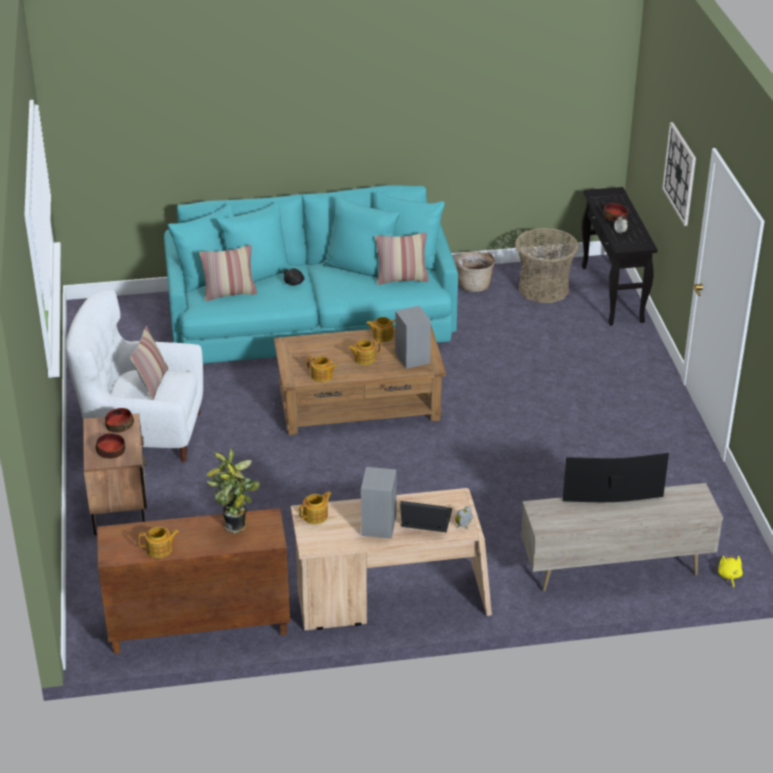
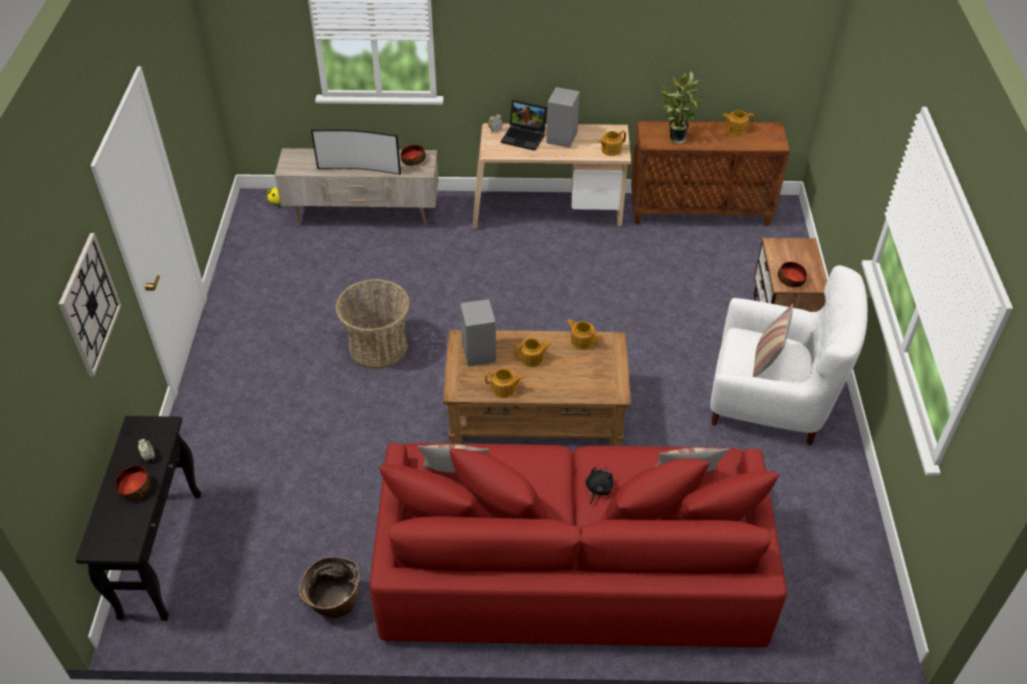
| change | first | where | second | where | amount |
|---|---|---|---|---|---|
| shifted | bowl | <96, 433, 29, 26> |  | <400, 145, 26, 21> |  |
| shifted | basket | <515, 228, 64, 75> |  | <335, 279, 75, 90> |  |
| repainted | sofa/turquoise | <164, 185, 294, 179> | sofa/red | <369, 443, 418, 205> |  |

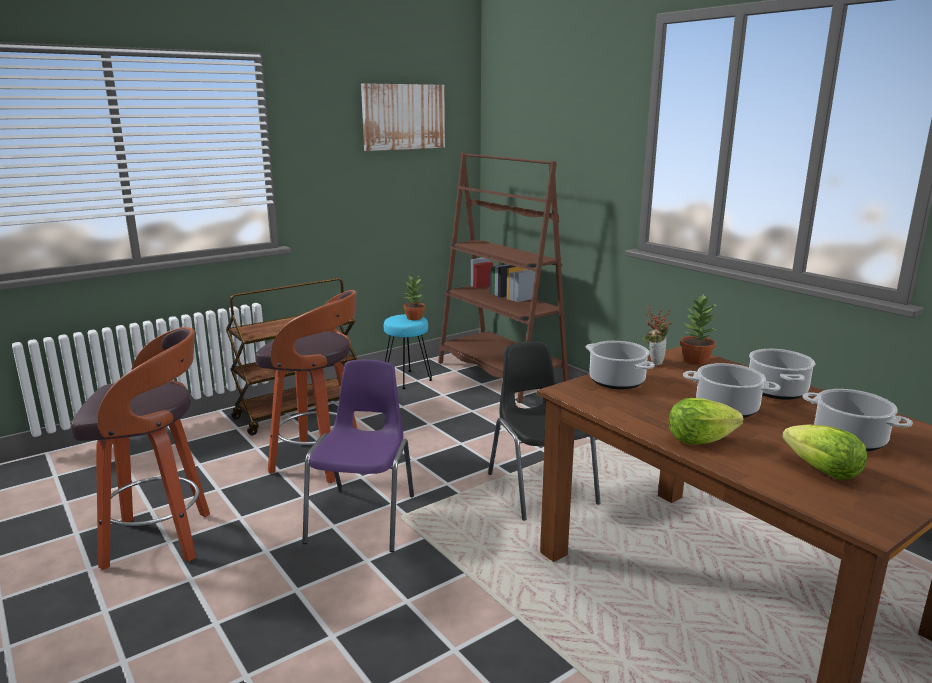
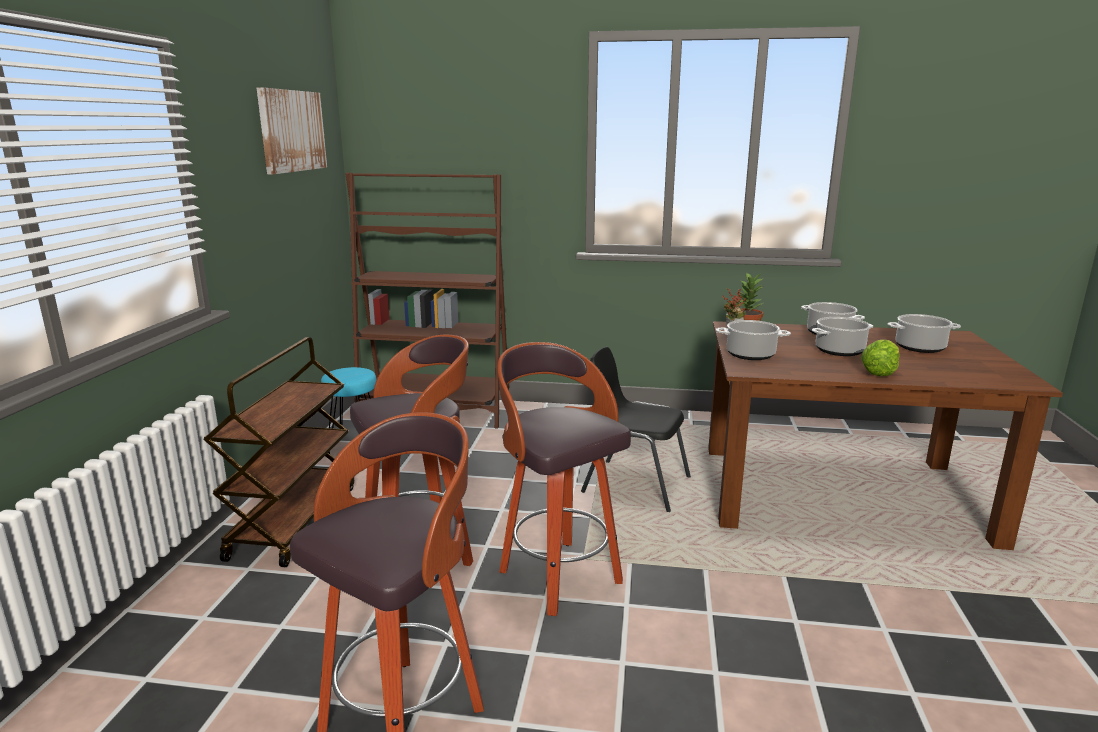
| change | first | where | second | where | amount |
|---|---|---|---|---|---|
| gone | potted plant | <403, 276, 22, 44> |  |  |  |
| gone | lettuce | <782, 424, 85, 56> |  |  |  |
| swapped | chair/purple | <303, 360, 111, 192> | stool | <498, 342, 133, 274> |  |

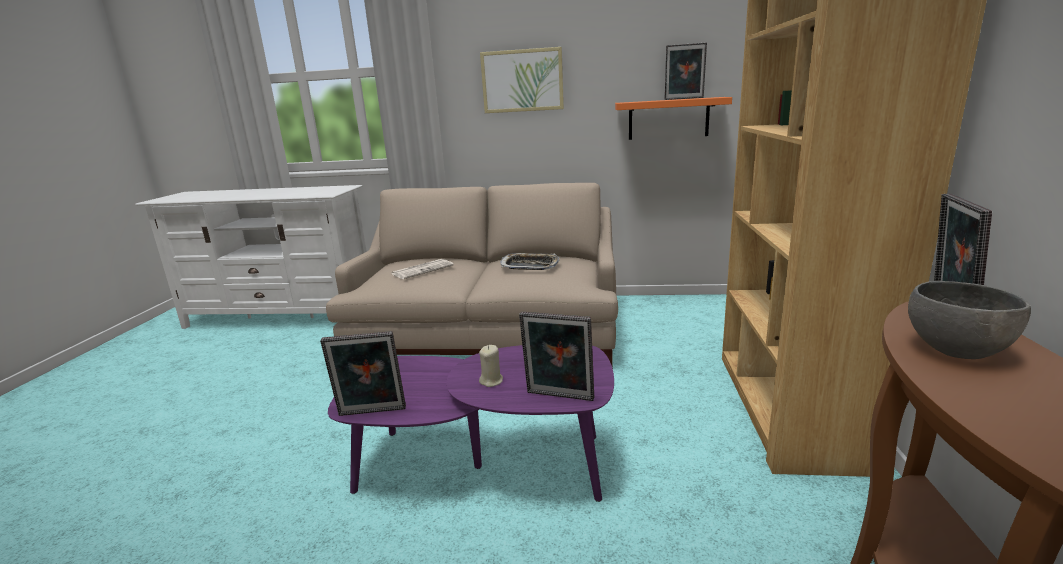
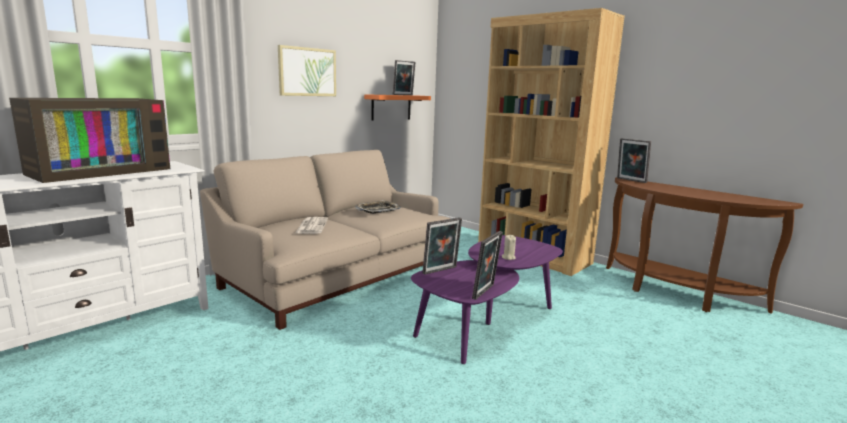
| change | first | where | second | where | amount |
|---|---|---|---|---|---|
| gone | bowl/grey | <908, 281, 123, 78> |  |  |  |
| new |  |  | television | <9, 98, 161, 85> |  |
| shifted | picture frame | <519, 312, 75, 89> |  | <422, 217, 40, 58> |  |

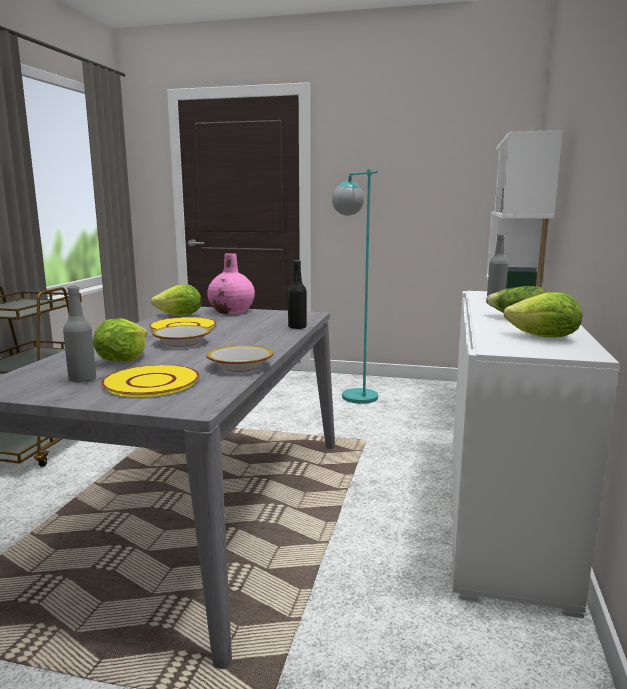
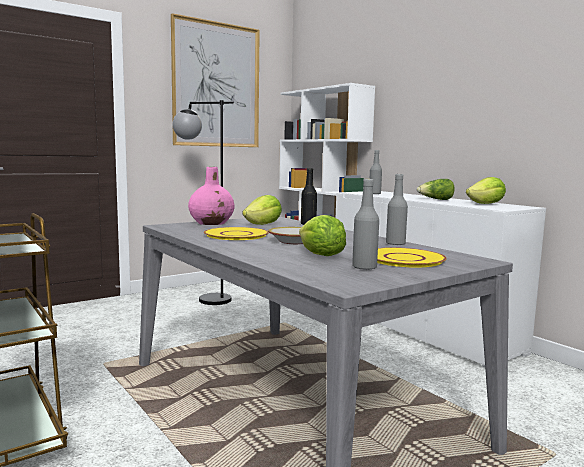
| change | first | where | second | where | amount |
|---|---|---|---|---|---|
| new |  |  | picture | <171, 13, 89, 134> |  |
| shifted | lettuce | <151, 284, 51, 31> |  | <243, 195, 39, 30> |  |
| swapped | bowl | <206, 345, 68, 27> | bottle/grey | <386, 174, 22, 71> |  |
| repainted | floor lamp/turquoise | <332, 170, 46, 234> | floor lamp/black | <173, 100, 61, 205> |  |

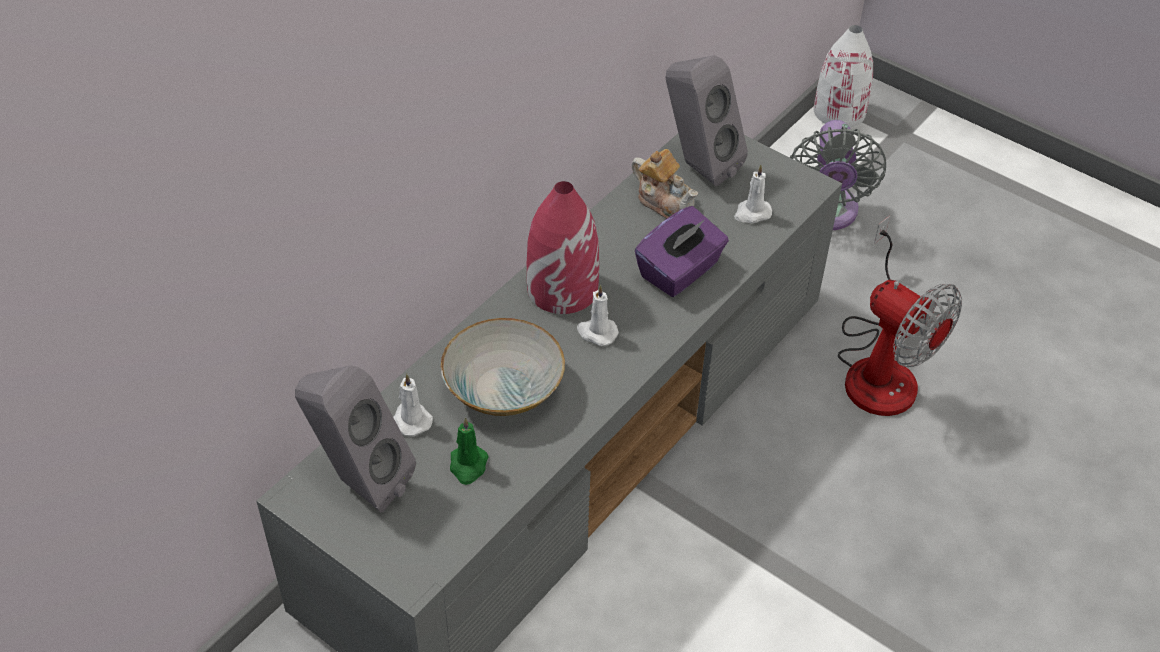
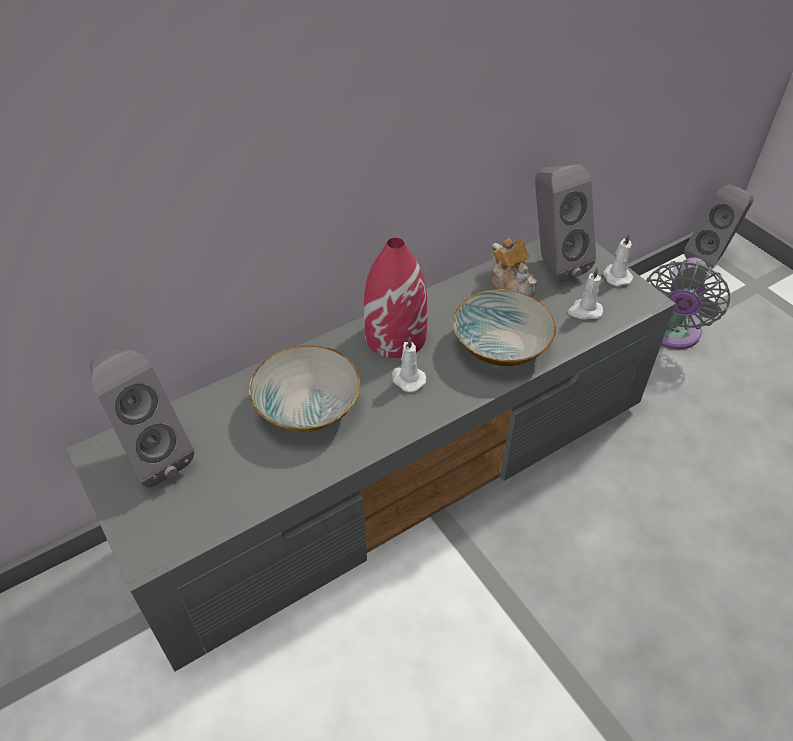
| change | first | where | second | where | amount |
|---|---|---|---|---|---|
| gone | candle/green | <450, 417, 39, 68> |  |  |  |
| gone | fan | <838, 216, 124, 200> |  |  |  |
| shifted | candle/white | <393, 374, 40, 62> |  | <603, 234, 30, 52> |  |
| swapped | tissue box/purple | <635, 206, 94, 91> | bowl | <453, 289, 104, 77> |  |
| swapped | vase/white | <814, 25, 59, 102> | speaker/grey | <684, 184, 70, 85> |  |

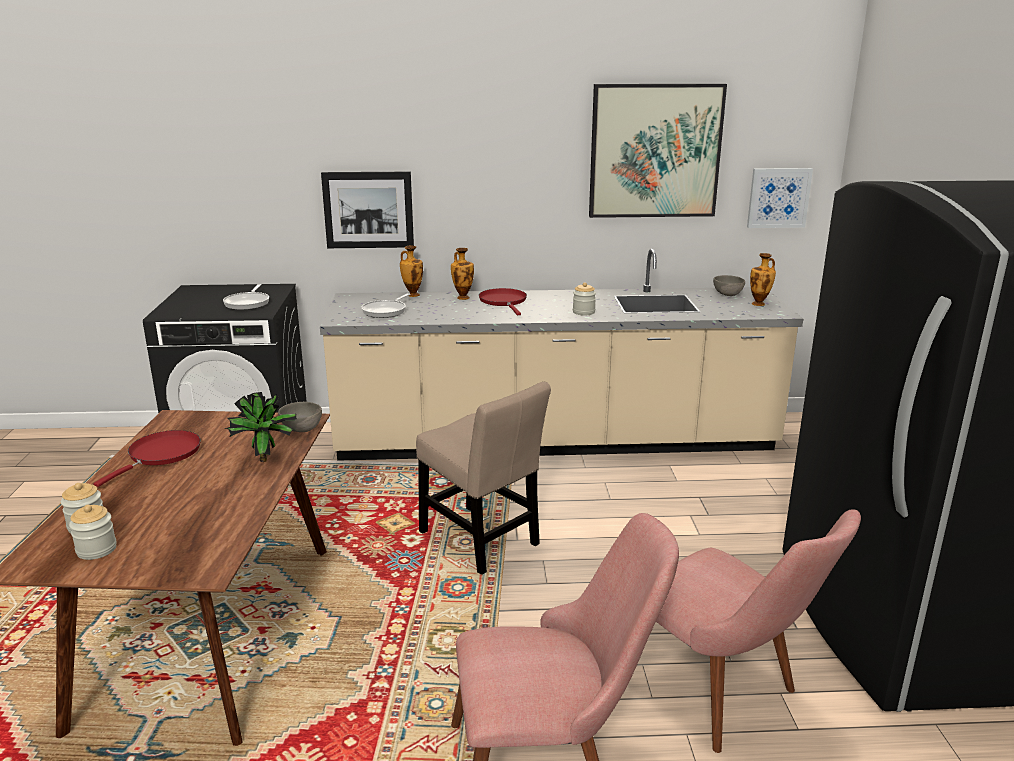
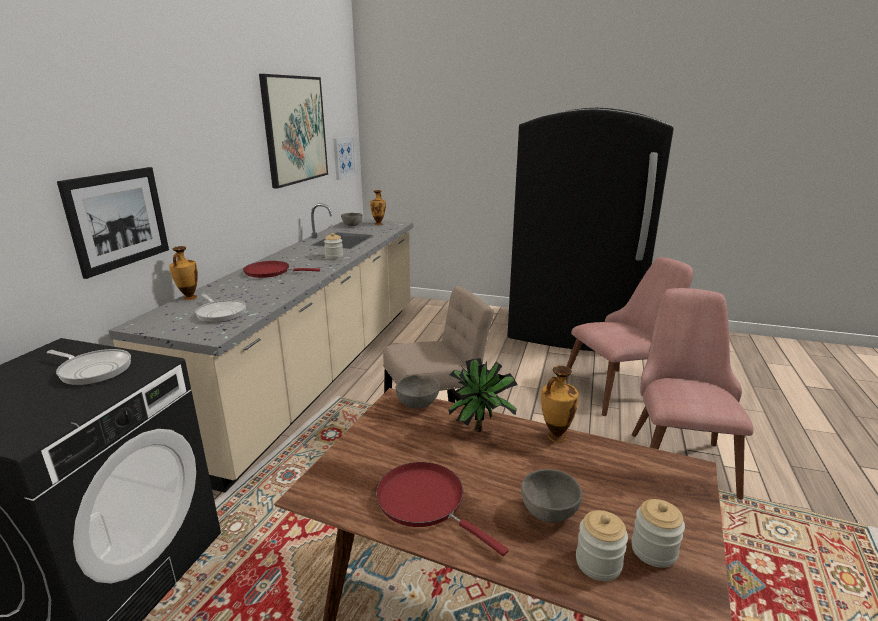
| change | first | where | second | where | amount |
|---|---|---|---|---|---|
| new |  |  | bowl/grey | <521, 469, 61, 54> |  |
| shifted | vase | <451, 248, 23, 52> |  | <541, 365, 38, 78> |  |

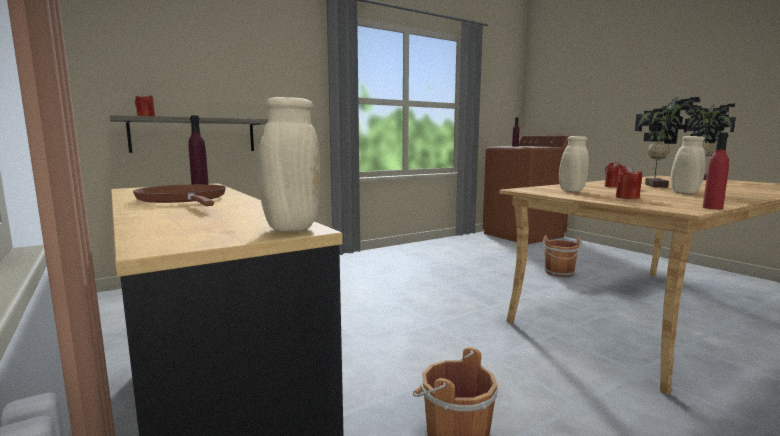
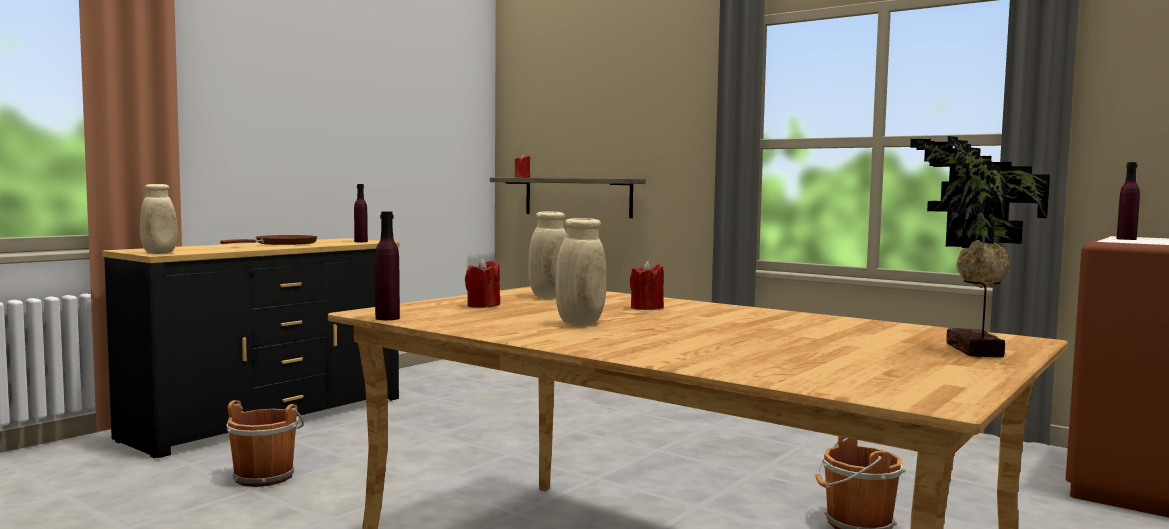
| change | first | where | second | where | amount |
|---|---|---|---|---|---|
| gone | potted plant | <635, 97, 66, 91> |  |  |  |
| repainted | bottle/red | <703, 132, 26, 77> | bottle/purple | <375, 211, 25, 109> |  |

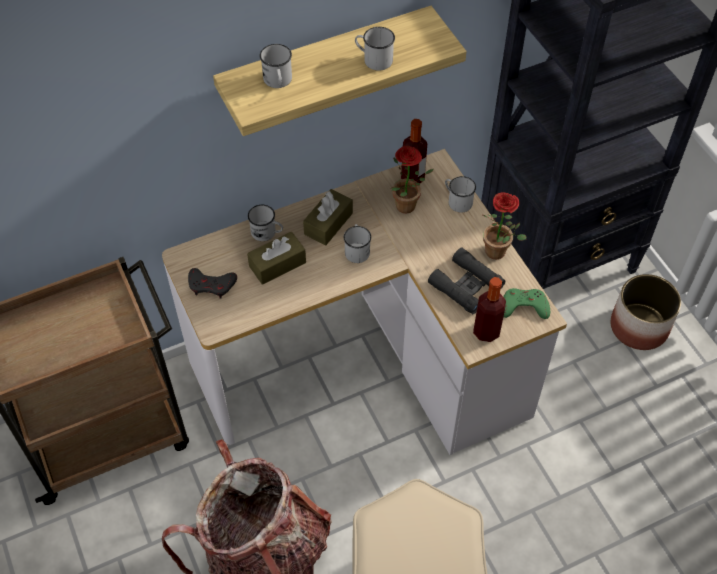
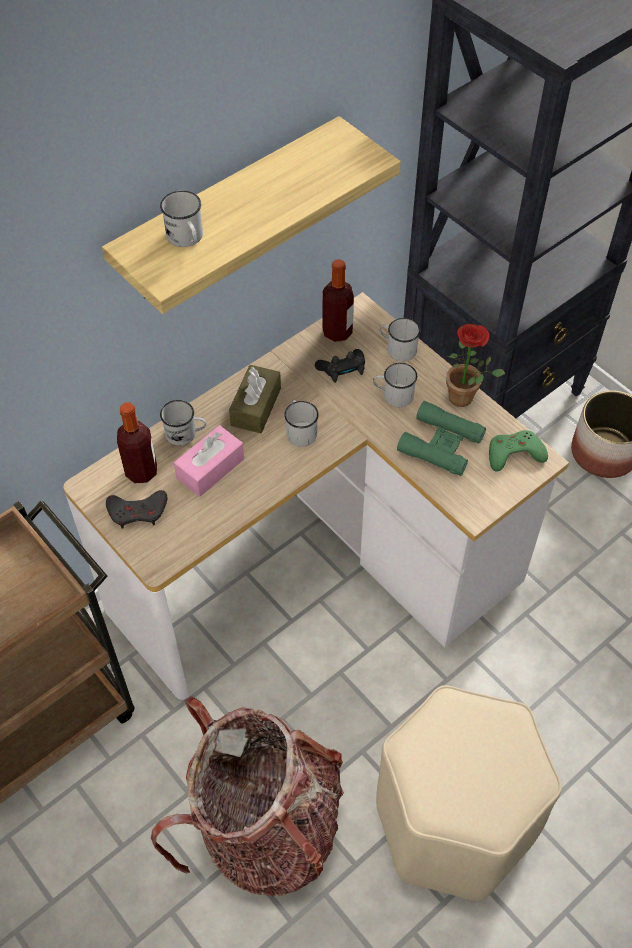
| change | first | where | second | where | amount |
|---|---|---|---|---|---|
| shifted | mug/white | <355, 27, 40, 44> |  | <373, 363, 44, 44> |  |
| shifted | bottle | <473, 277, 33, 65> |  | <117, 402, 40, 81> |  |
| swapped | potted plant | <391, 145, 43, 68> | game controller/black | <315, 349, 50, 34> |  |
| repainted | tissue box/brown | <247, 232, 59, 53> | tissue box/pink | <174, 425, 70, 72> |  |
| repainted | binoculars/black | <428, 248, 77, 66> | binoculars/green | <397, 401, 89, 75> |  |

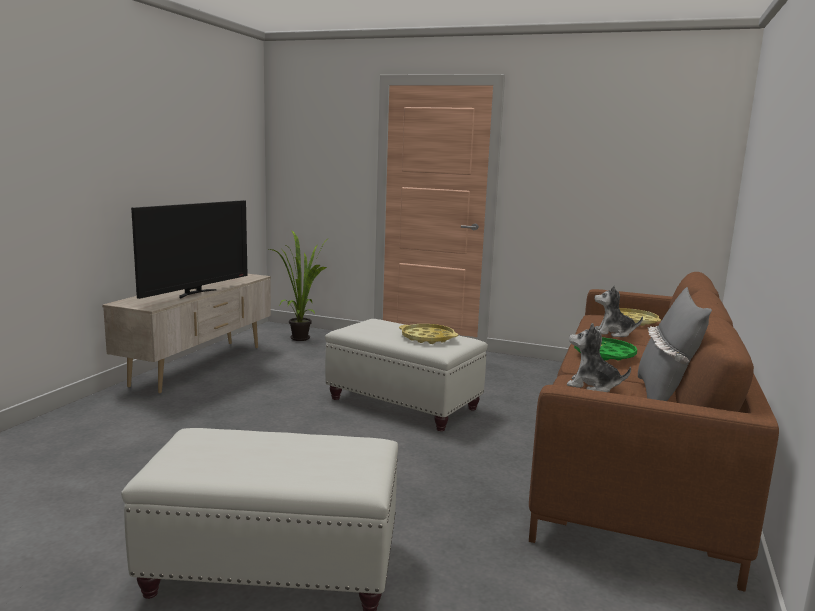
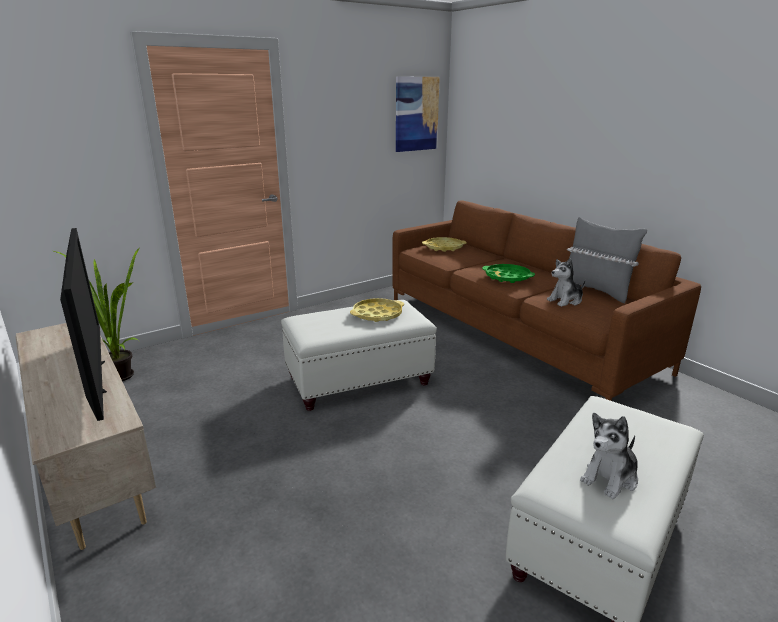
| change | first | where | second | where | amount |
|---|---|---|---|---|---|
| new |  |  | picture | <396, 76, 44, 76> |  |
| shifted | plush toy | <595, 285, 48, 52> |  | <580, 413, 58, 86> |  |

